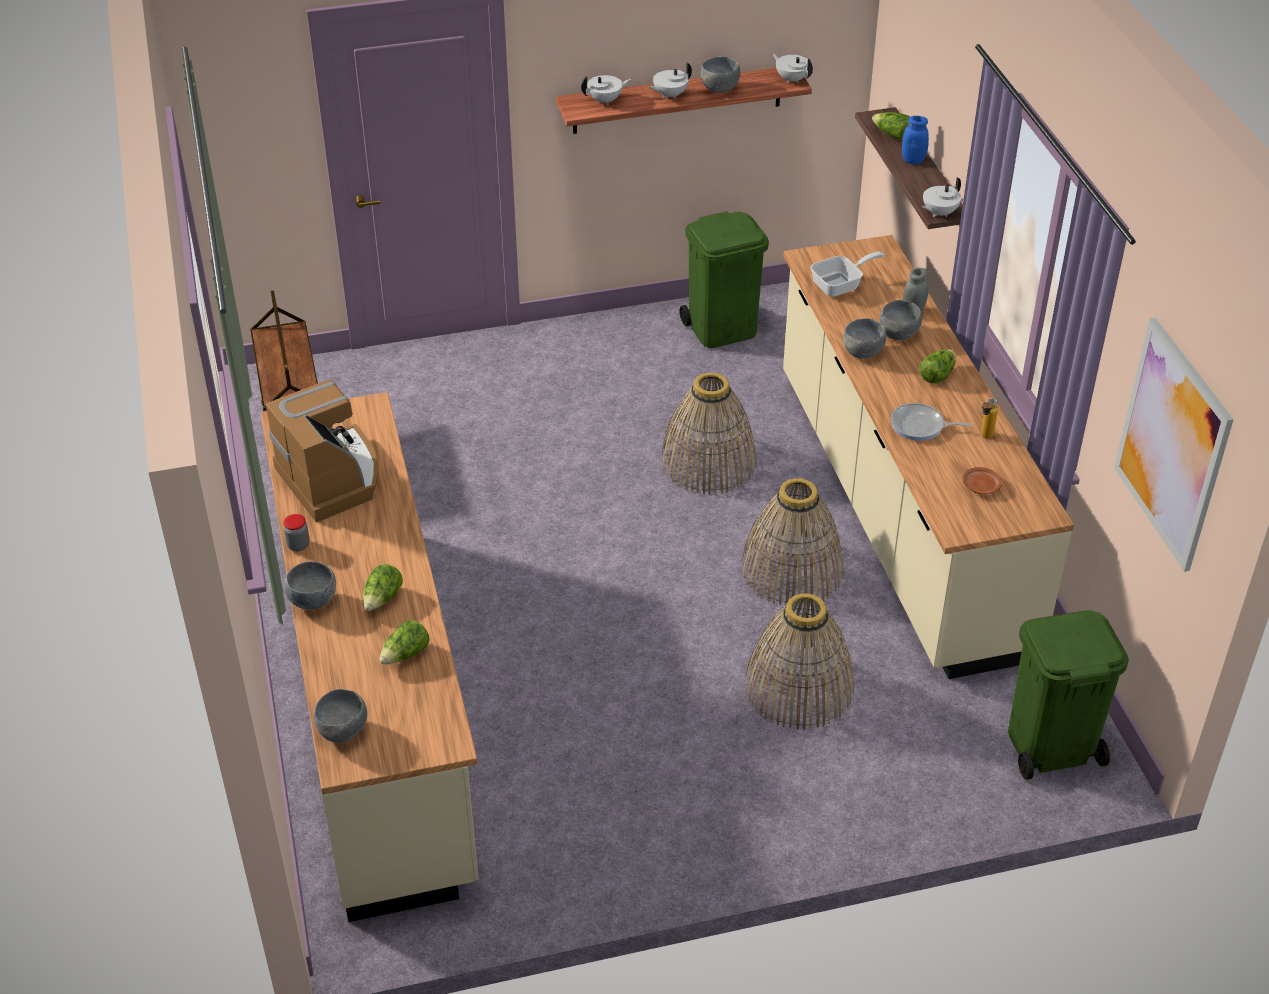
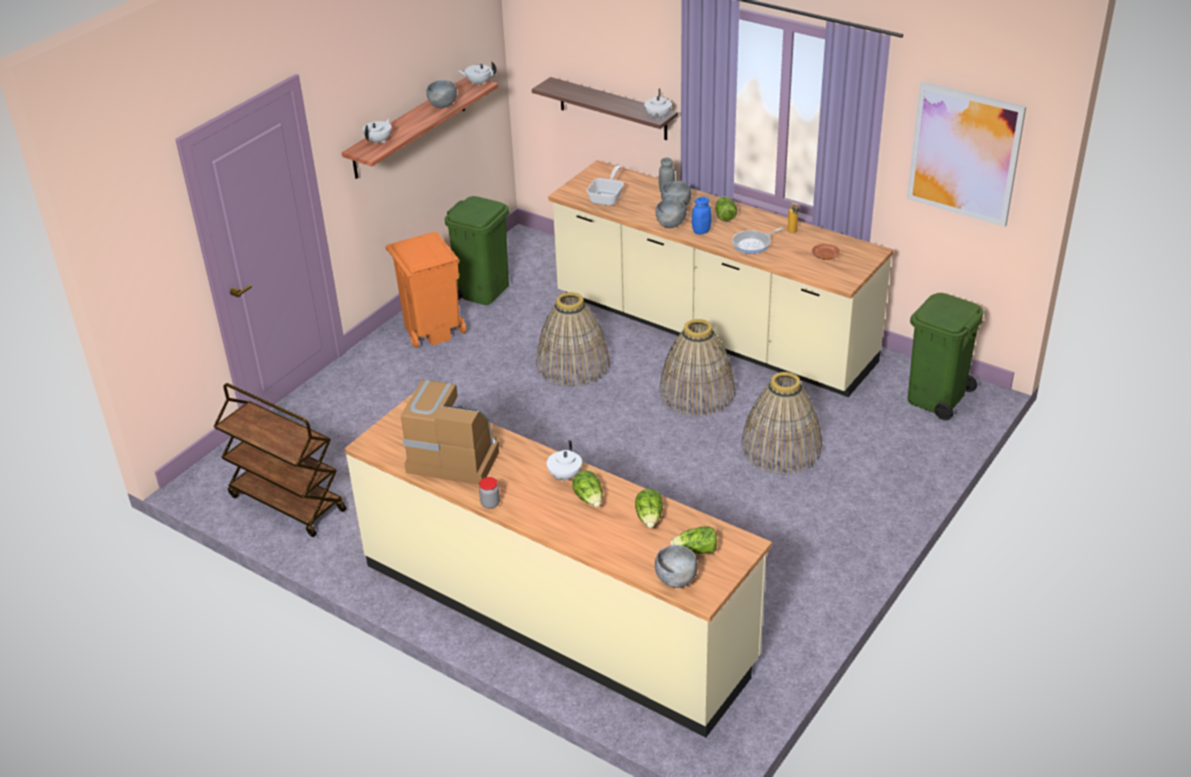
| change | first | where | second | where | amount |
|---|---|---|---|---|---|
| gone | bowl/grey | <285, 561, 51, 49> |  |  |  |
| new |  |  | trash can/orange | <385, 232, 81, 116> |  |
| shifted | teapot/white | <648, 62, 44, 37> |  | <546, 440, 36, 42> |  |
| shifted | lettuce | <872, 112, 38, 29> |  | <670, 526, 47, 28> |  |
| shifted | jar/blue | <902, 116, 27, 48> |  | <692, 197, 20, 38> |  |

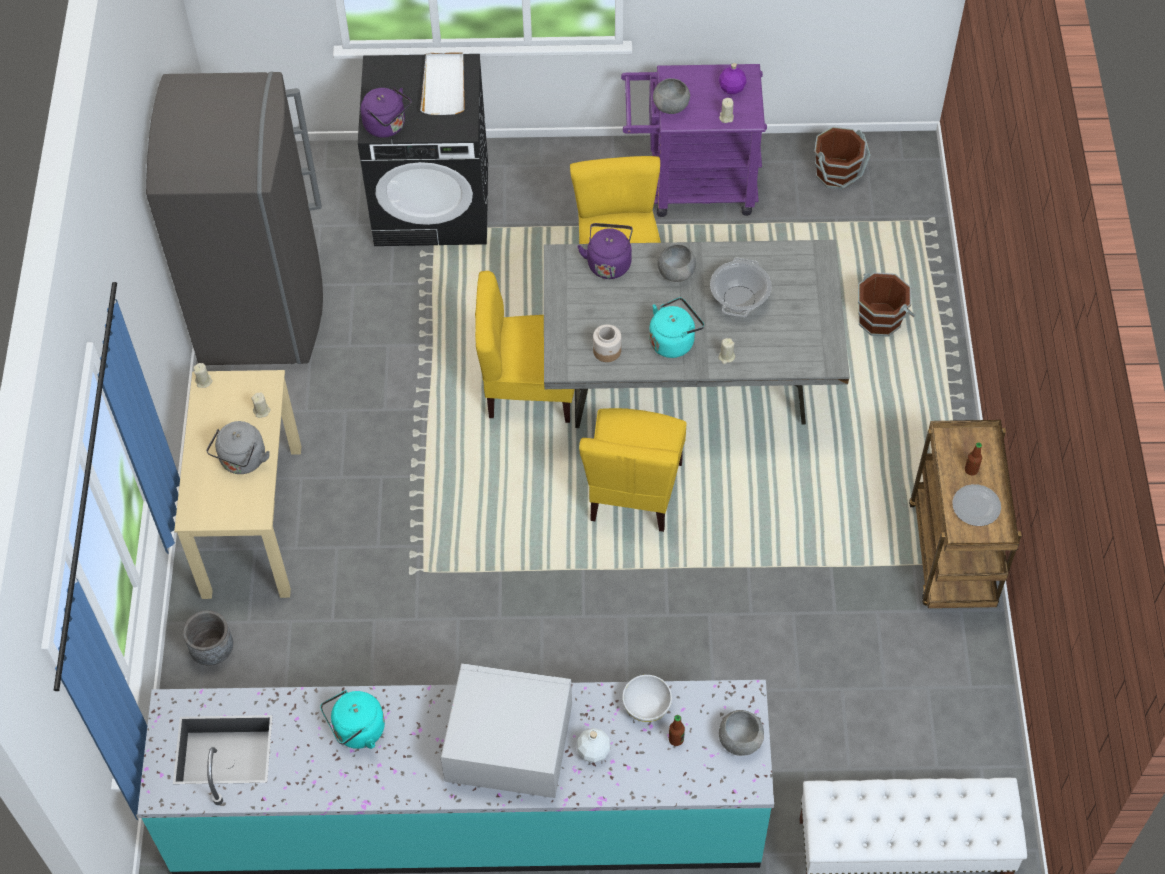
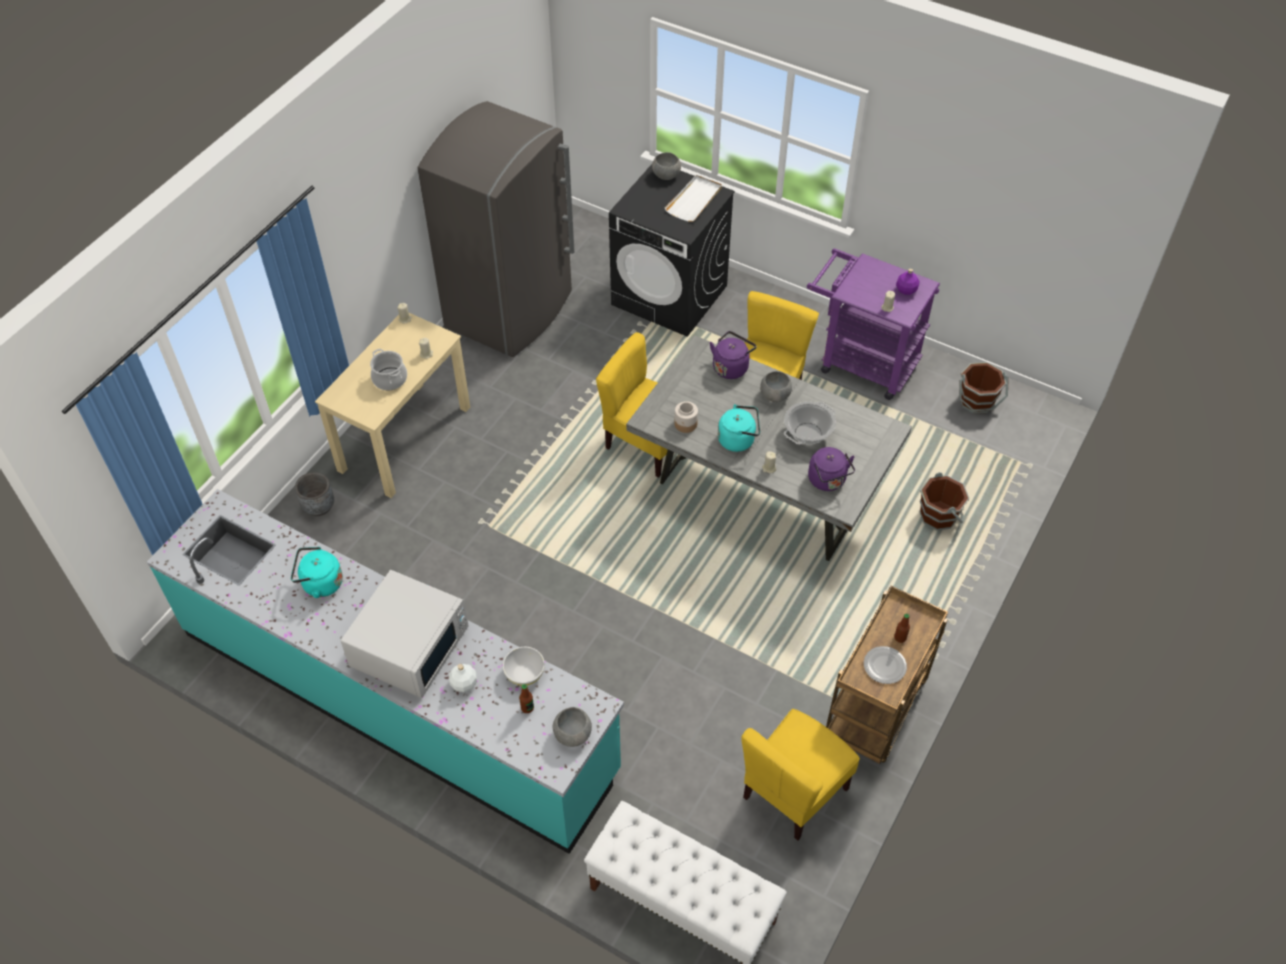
| change | first | where | second | where | amount |
|---|---|---|---|---|---|
| shifted | kettle/purple | <361, 87, 51, 51> |  | <808, 447, 47, 44> |  |
| shifted | chair/yellow | <579, 408, 108, 124> |  | <741, 709, 119, 131> |  |
| shifted | bowl/grey | <653, 78, 37, 36> |  | <652, 152, 29, 28> |  |
| swapped | kettle/grey | <206, 421, 64, 53> | cooking pot | <370, 349, 37, 41> |  |
| rotated | microwave/white | <441, 663, 131, 135> |  | <341, 570, 128, 128> | 75 degrees clockwise |

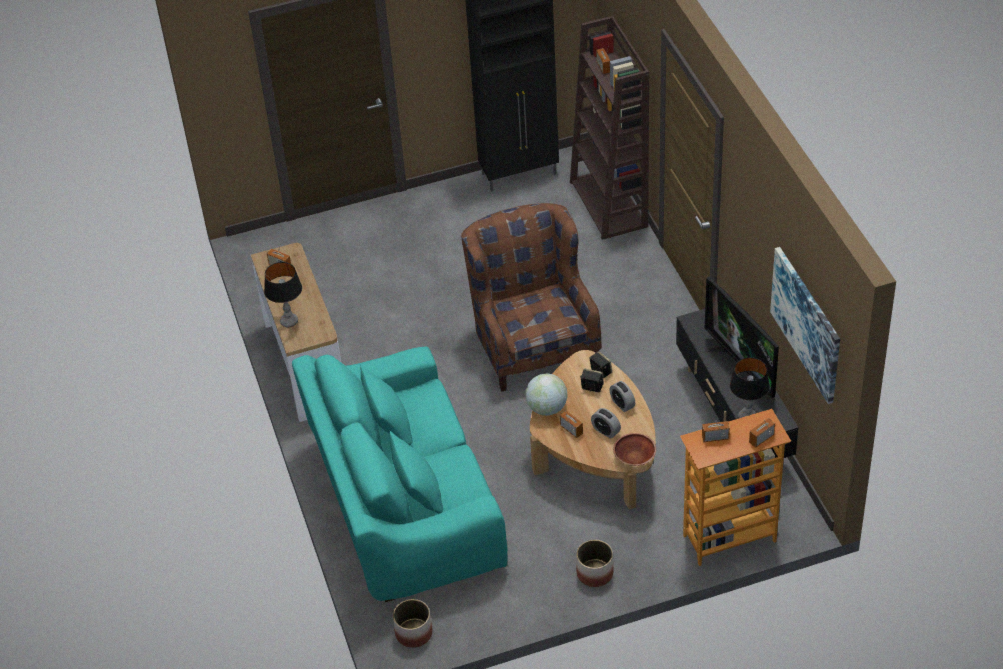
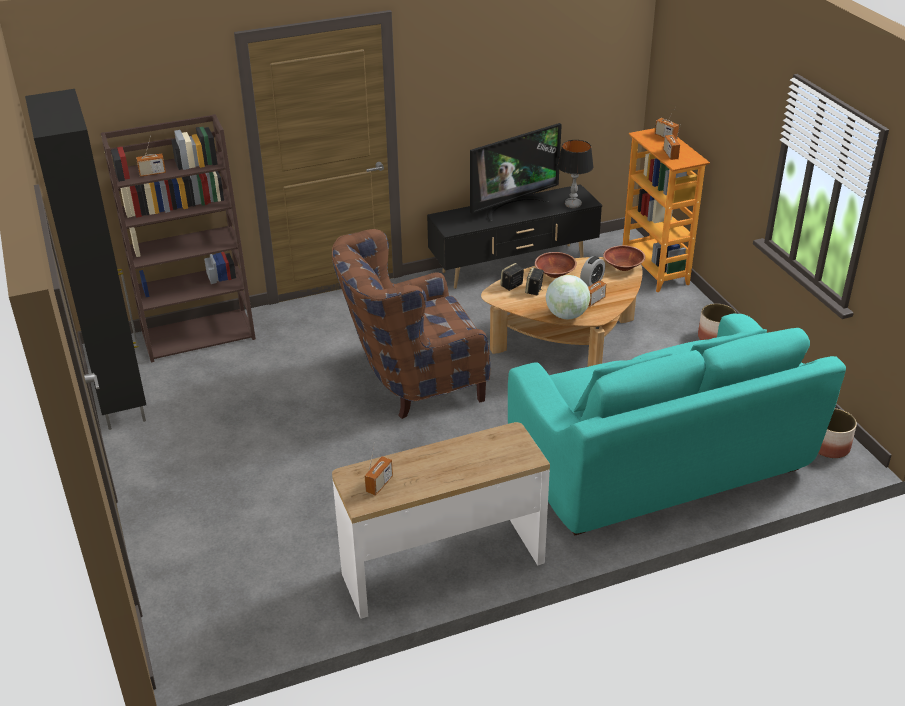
| change | first | where | second | where | amount |
|---|---|---|---|---|---|
| gone | table lamp | <264, 262, 38, 65> |  |  |  |
| gone | picture | <770, 247, 70, 157> |  |  |  |
| swapped | alarm clock | <610, 381, 25, 31> | bowl/brown | <535, 252, 42, 26> |  |

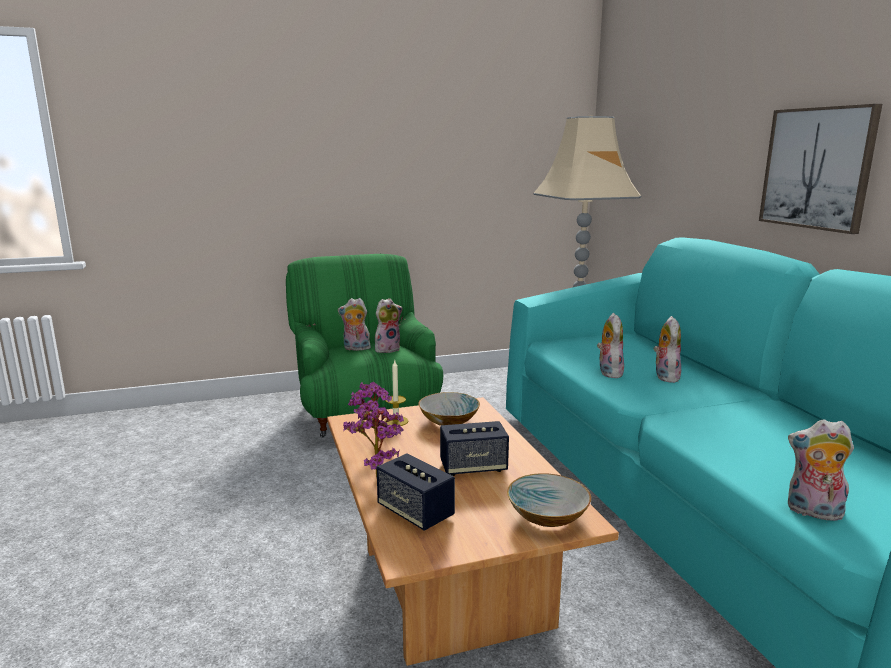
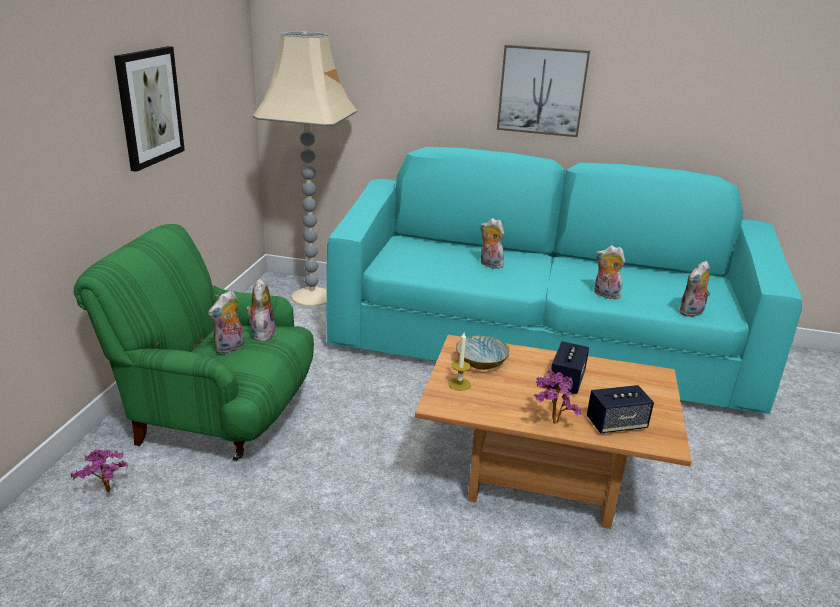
| change | first | where | second | where | amount |
|---|---|---|---|---|---|
| gone | bowl | <507, 473, 84, 54> |  |  |  |
| new |  |  | picture | <114, 46, 71, 126> |  |
| shifted | potted plant | <348, 382, 56, 60> |  | <71, 450, 57, 42> |  |
| shifted | plush toy | <597, 313, 27, 65> |  | <594, 245, 31, 54> |  |

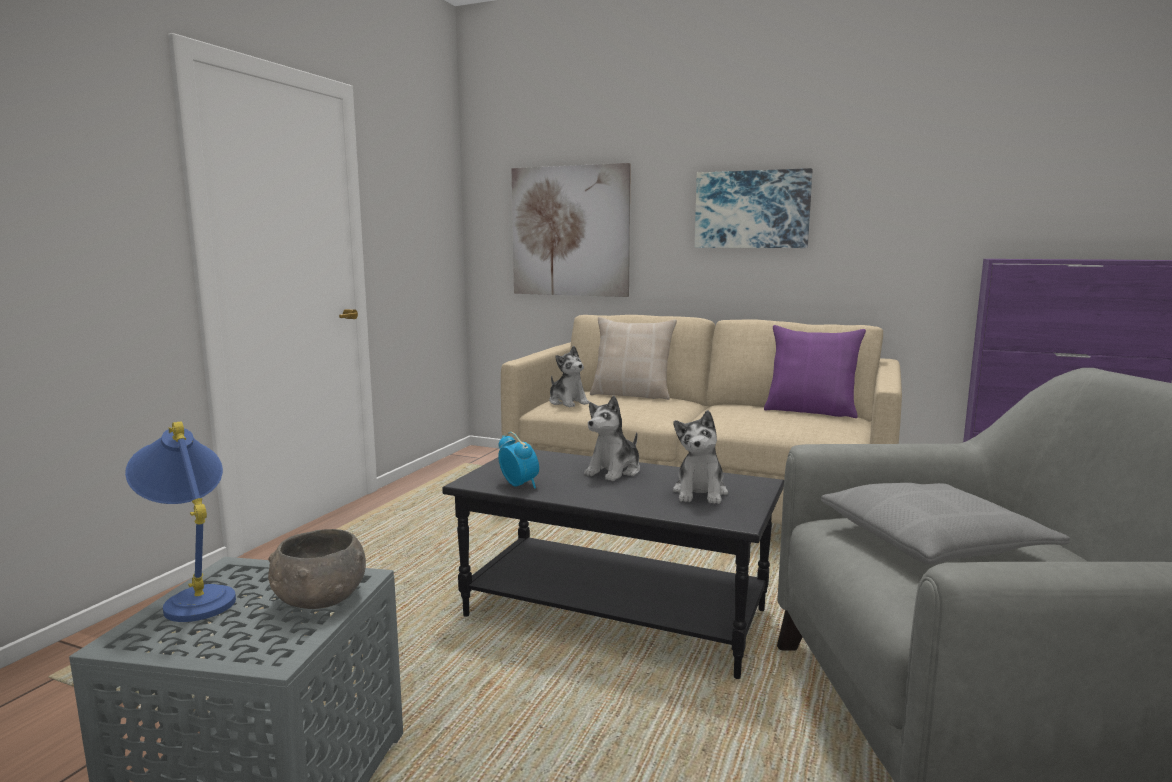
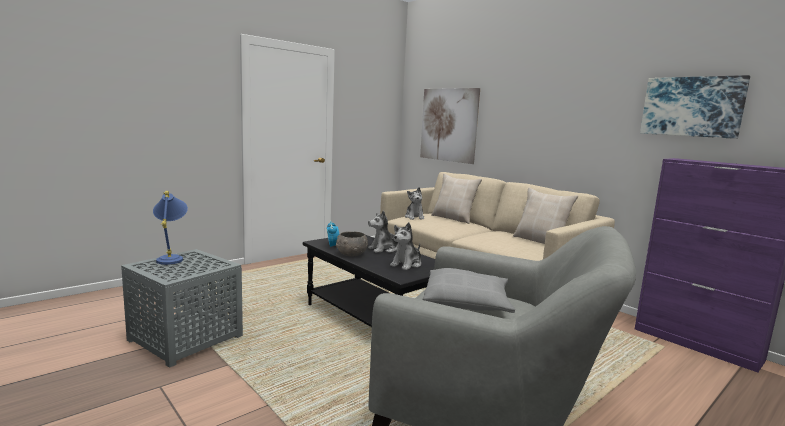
| change | first | where | second | where | amount |
|---|---|---|---|---|---|
| shifted | bowl/grey | <268, 529, 98, 80> |  | <336, 231, 32, 25> |  |
| shifted | picture | <695, 168, 118, 80> |  | <640, 75, 110, 64> |  |
| repainted | pillow/purple | <764, 325, 102, 93> | pillow/beige | <513, 188, 65, 56> |  |

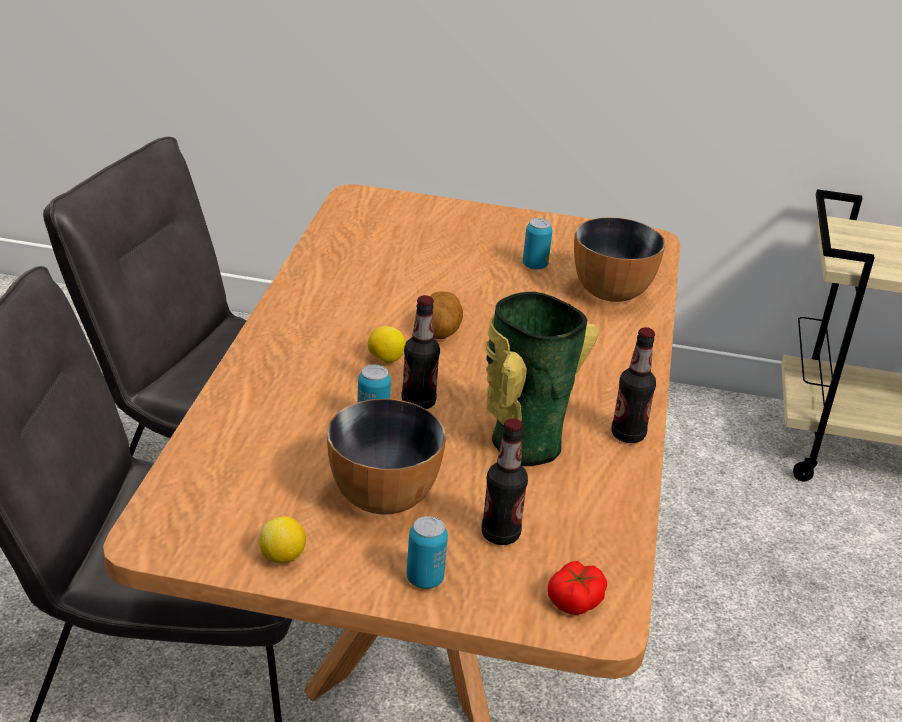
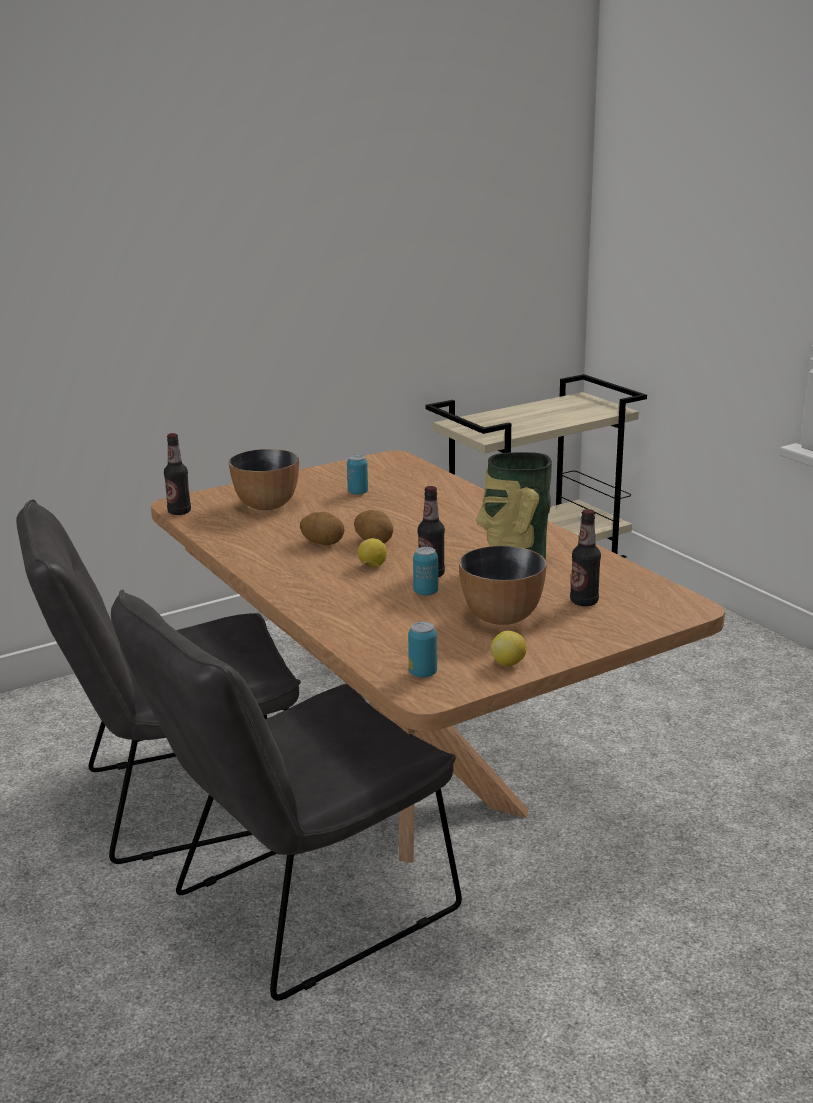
| change | first | where | second | where | amount |
|---|---|---|---|---|---|
| gone | tomato | <548, 561, 59, 54> |  |  |  |
| new |  |  | potato | <300, 512, 44, 33> |  |
| shifted | can | <407, 516, 41, 73> |  | <408, 622, 29, 56> |  |
| shifted | bowl | <574, 217, 92, 85> |  | <229, 449, 70, 61> |  |
| shifted | bottle | <611, 327, 45, 116> |  | <164, 433, 27, 82> |  |

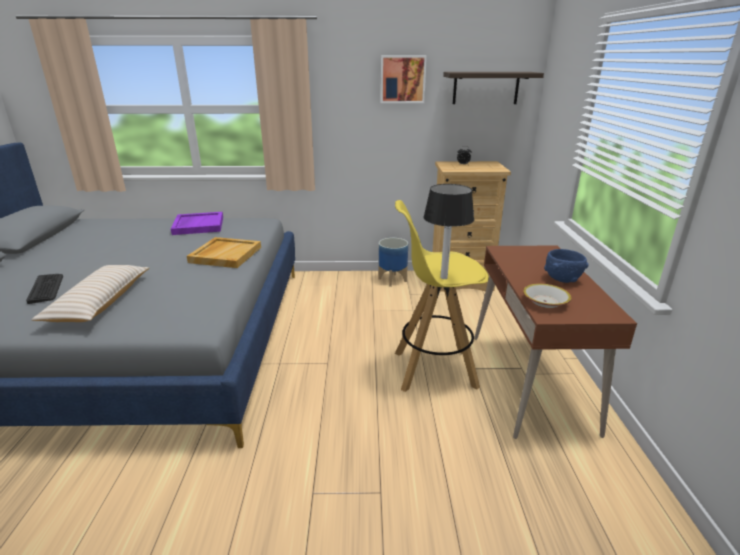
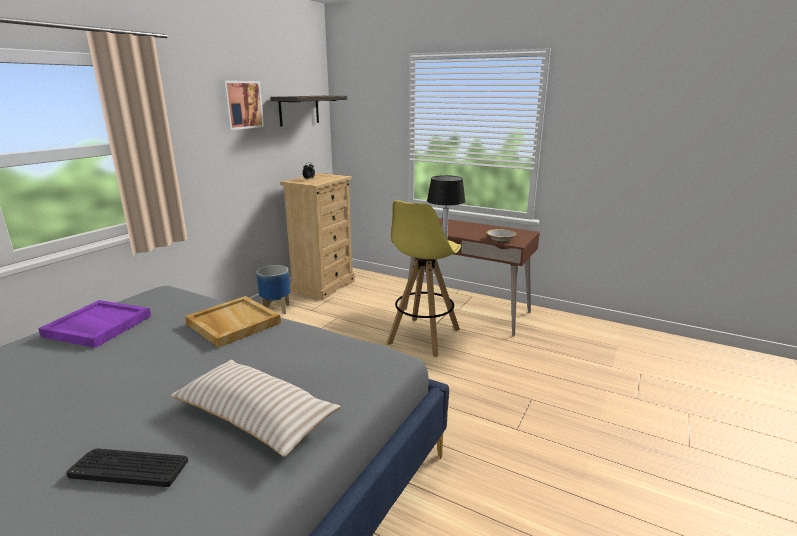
| change | first | where | second | where | amount |
|---|---|---|---|---|---|
| gone | bowl/blue | <544, 249, 44, 34> |  |  |  |

